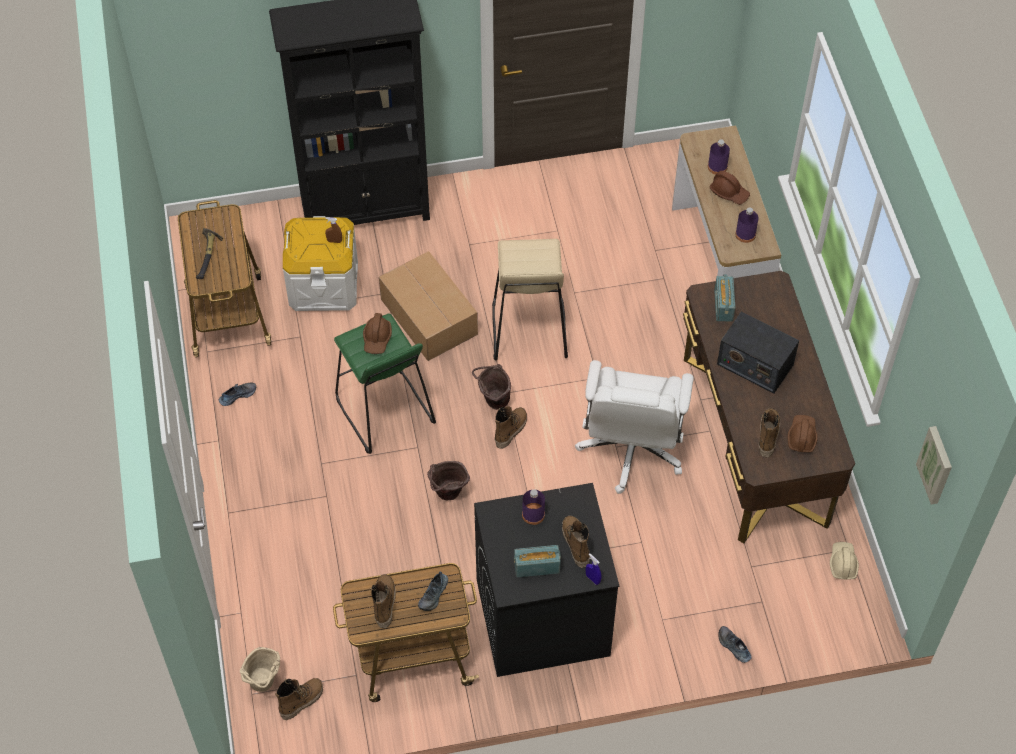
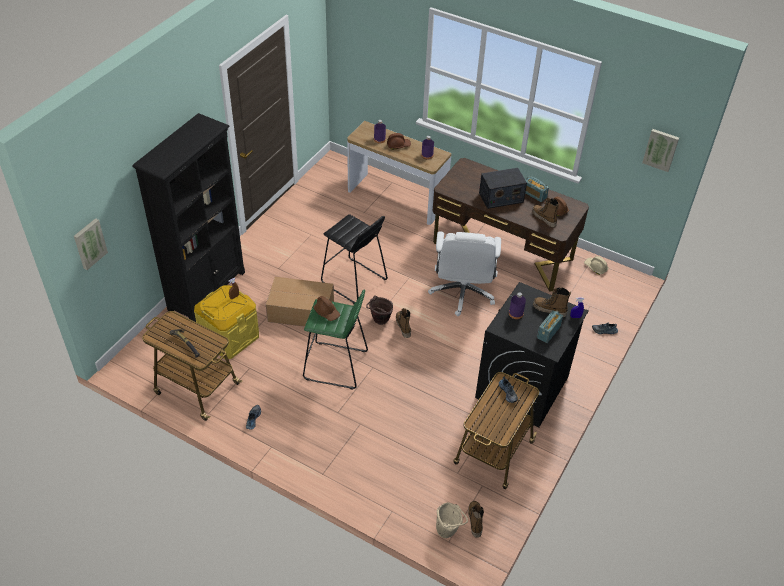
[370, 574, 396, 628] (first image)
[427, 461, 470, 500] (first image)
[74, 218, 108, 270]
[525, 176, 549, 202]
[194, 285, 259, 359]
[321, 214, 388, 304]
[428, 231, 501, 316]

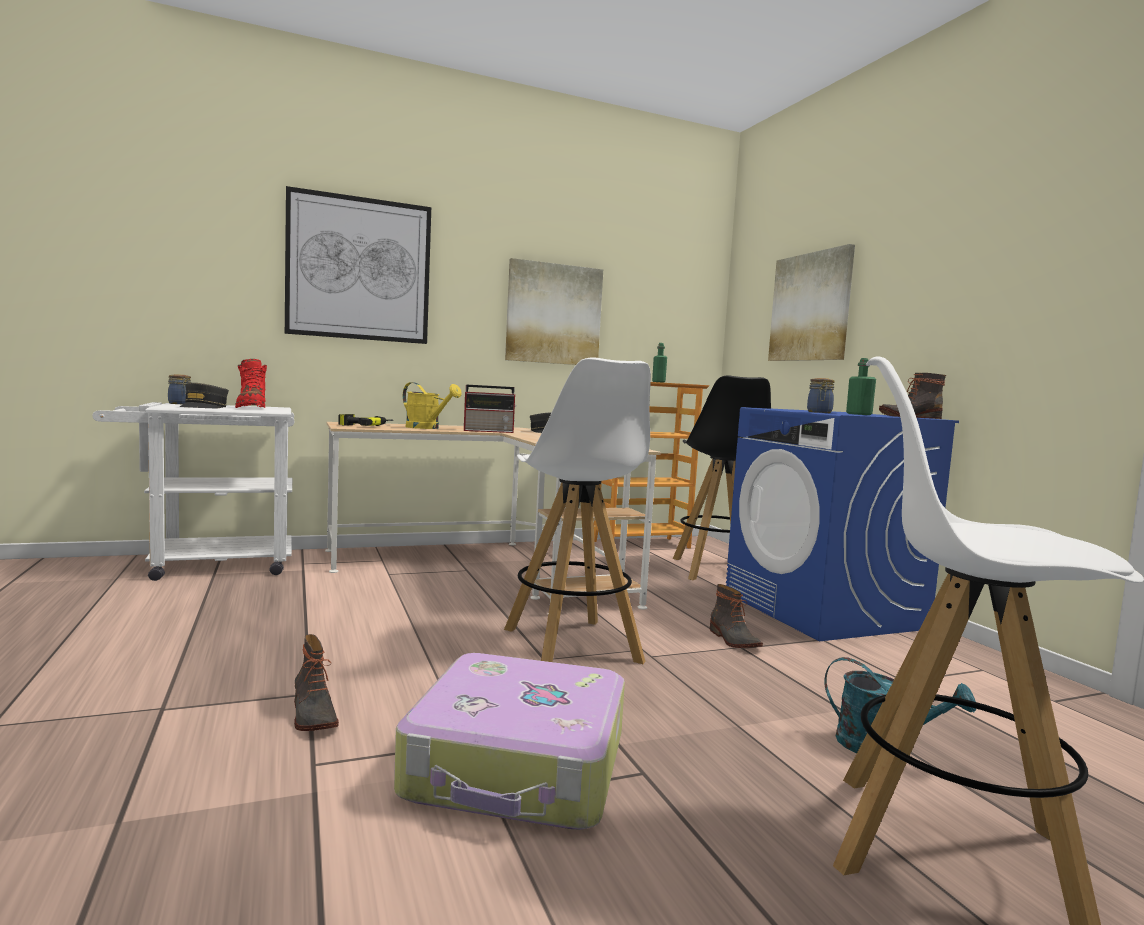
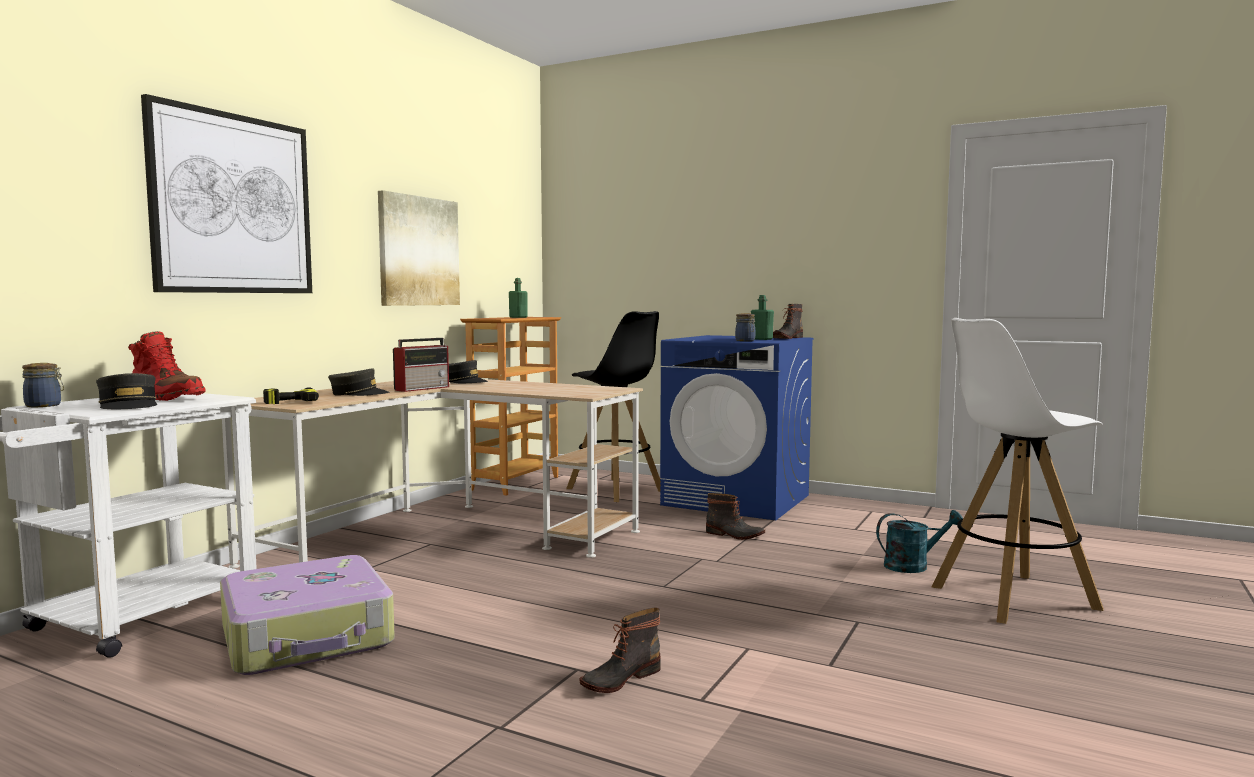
[504, 357, 651, 664] (first image)
[768, 244, 855, 361] (first image)
[220, 555, 395, 675]
[328, 368, 390, 396]
[579, 608, 661, 693]

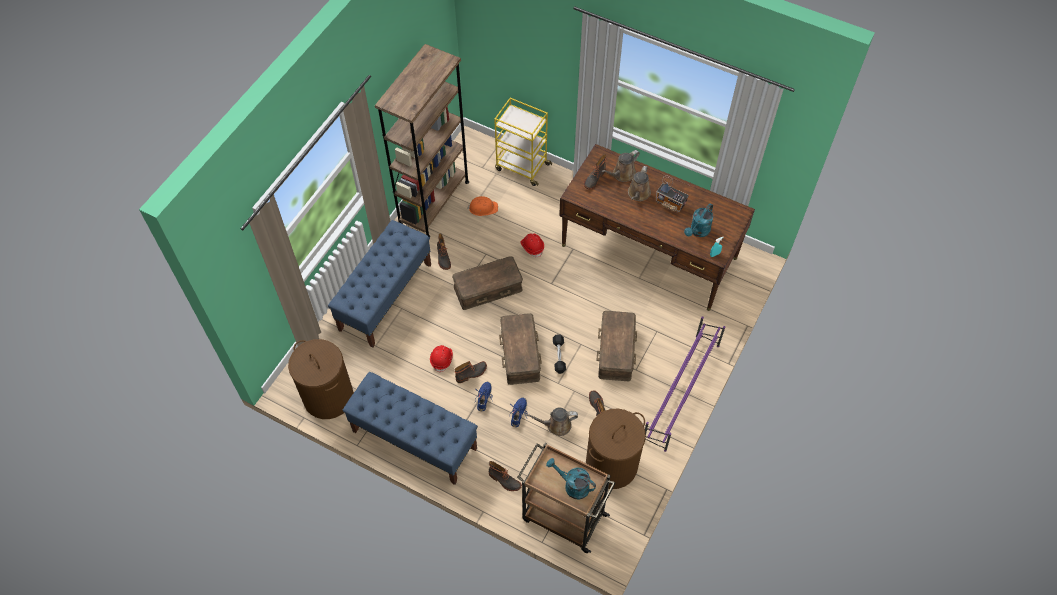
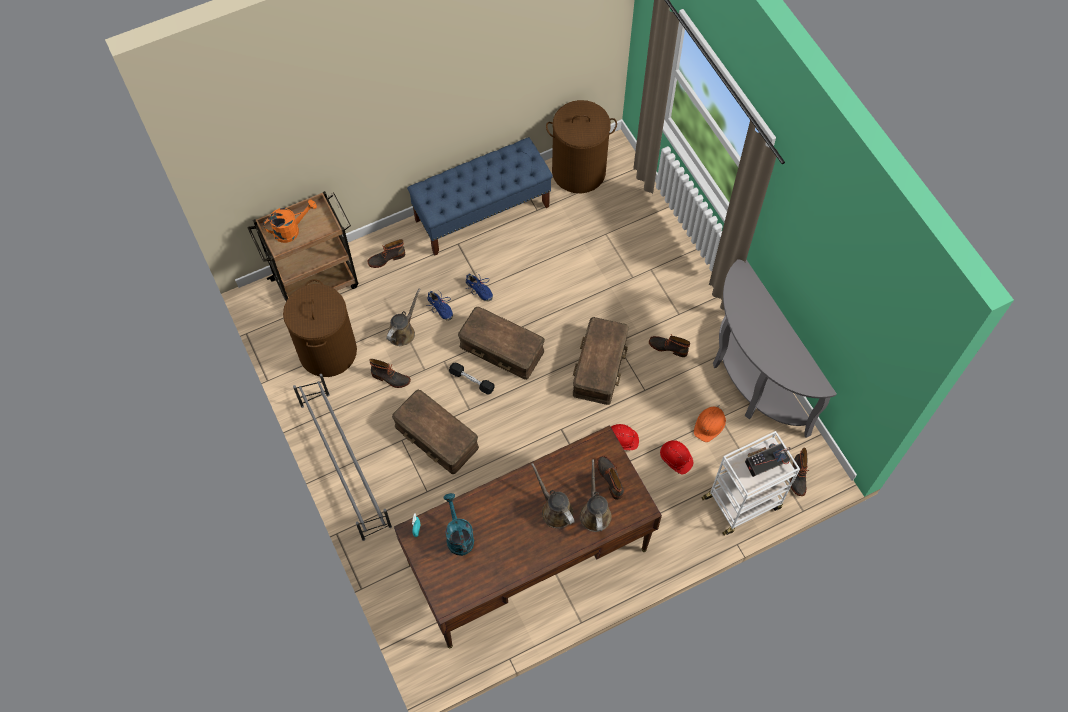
[328, 220, 431, 348] (first image)
[660, 440, 693, 474]
[790, 448, 809, 496]
[745, 443, 791, 477]
[713, 259, 837, 438]
[701, 431, 800, 536]
[263, 199, 317, 243]
[293, 374, 392, 541]

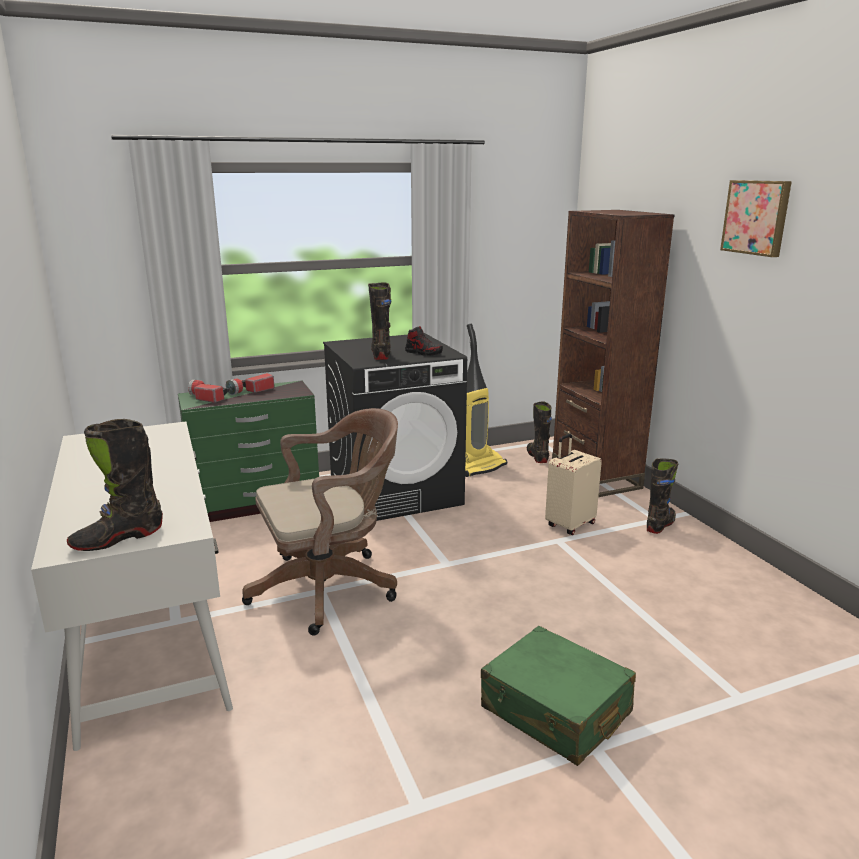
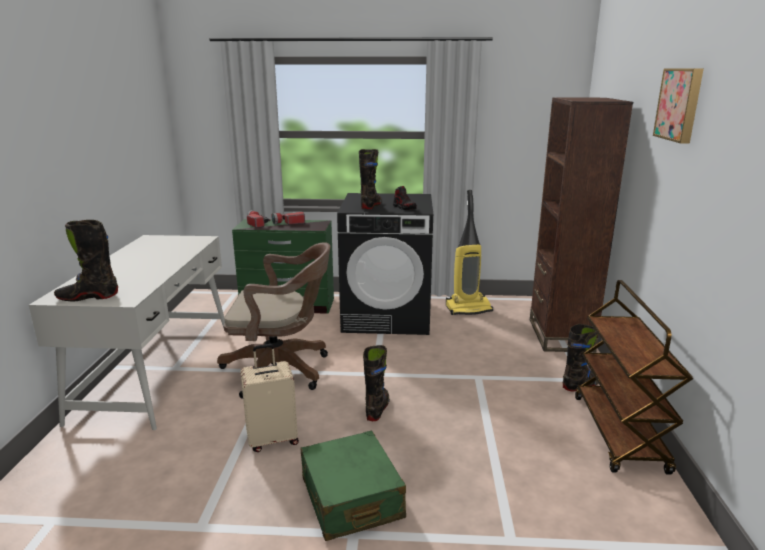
[575, 280, 693, 475]
[363, 345, 390, 421]
[240, 344, 299, 452]

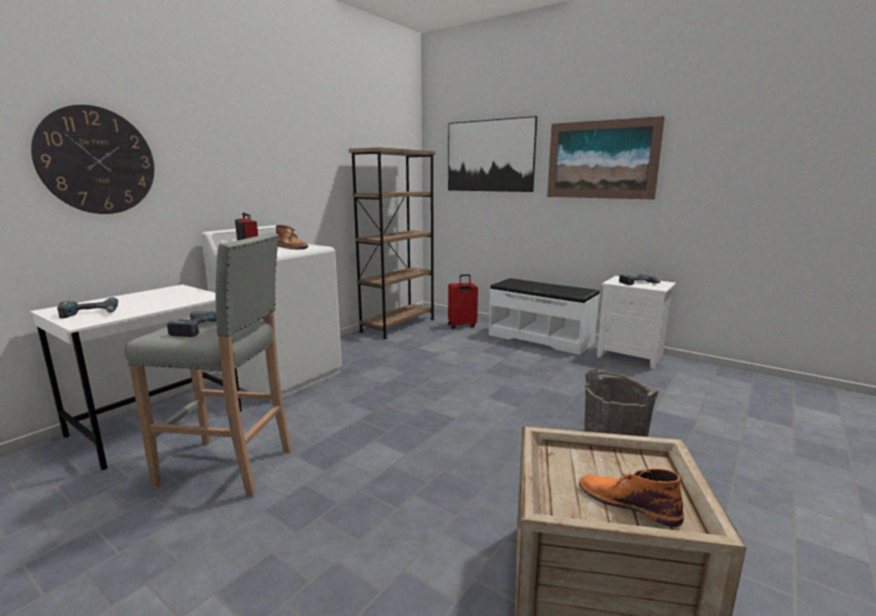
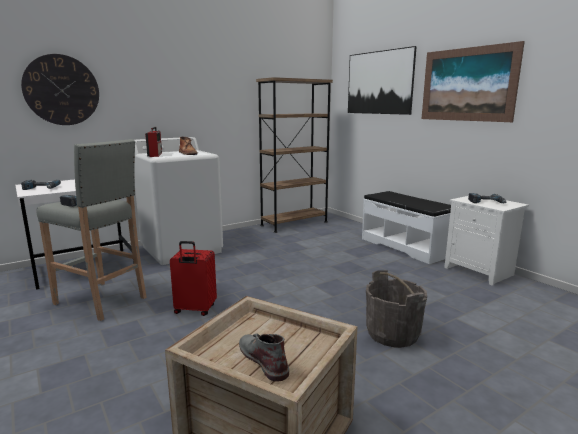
[170, 241, 217, 316]
[239, 333, 289, 382]

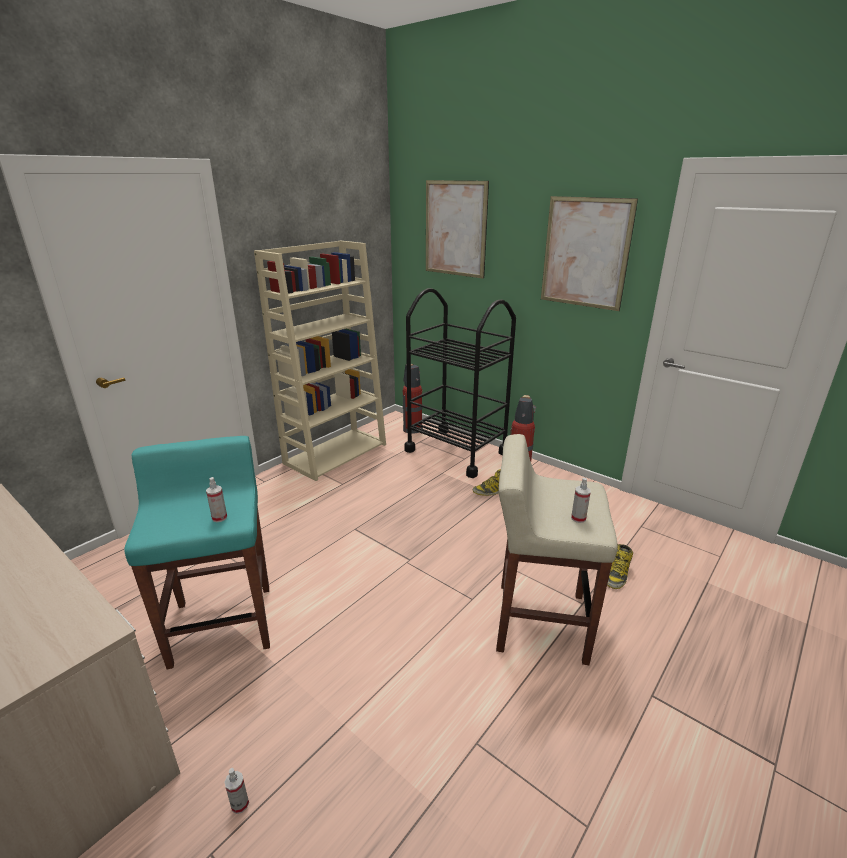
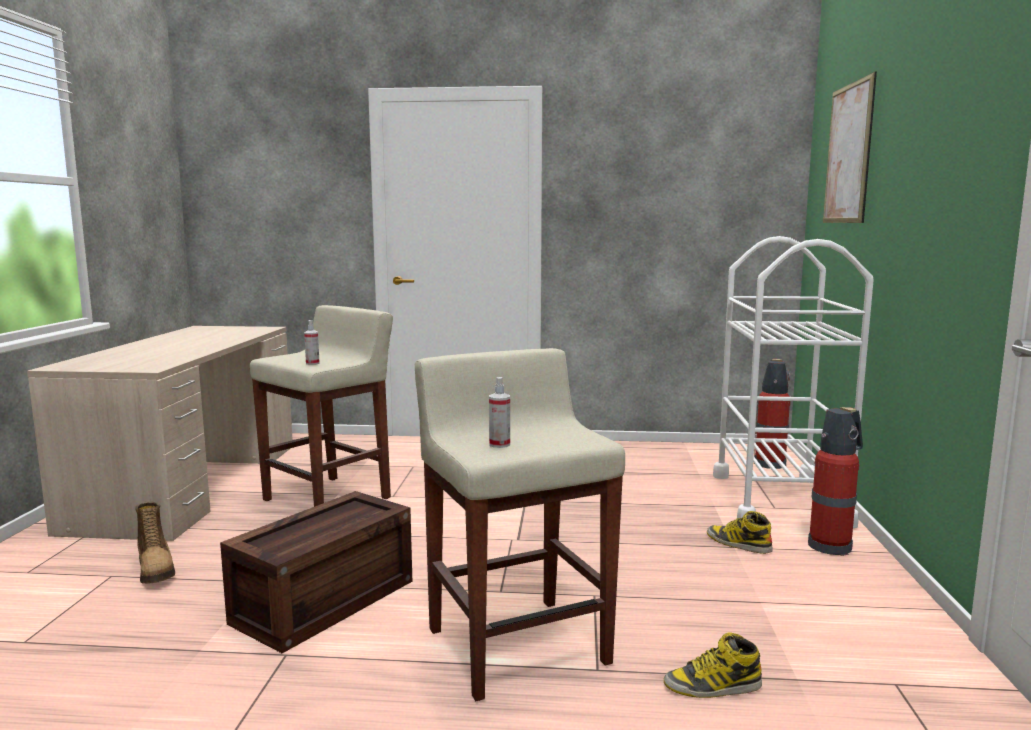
[254, 241, 386, 481] (first image)
[541, 196, 638, 311] (first image)
[220, 491, 412, 653]
[135, 501, 175, 584]
[250, 305, 393, 507]
[713, 236, 874, 528]

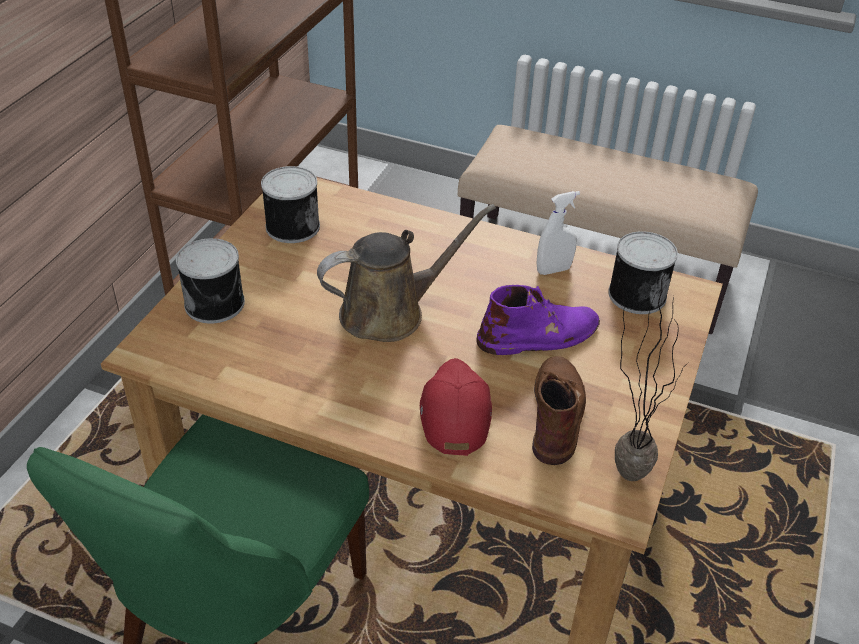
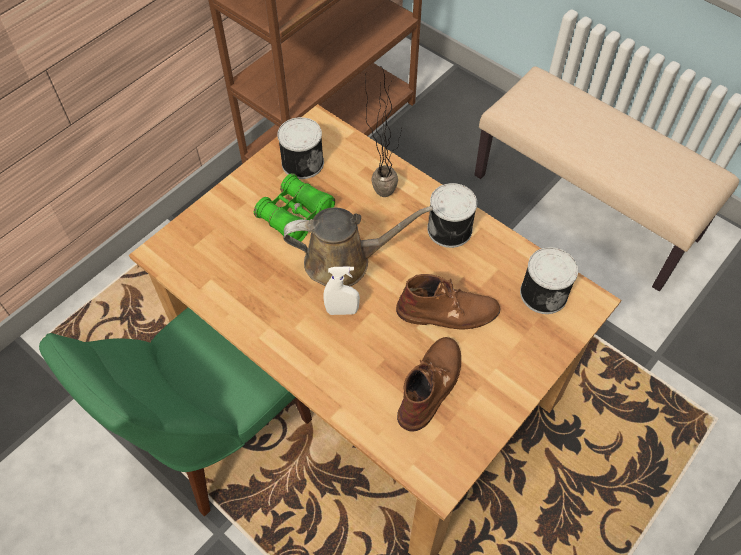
[420, 358, 492, 456] (first image)
[254, 173, 335, 242]
[427, 183, 477, 248]
[324, 266, 360, 315]
[365, 68, 402, 197]
[396, 274, 500, 329]

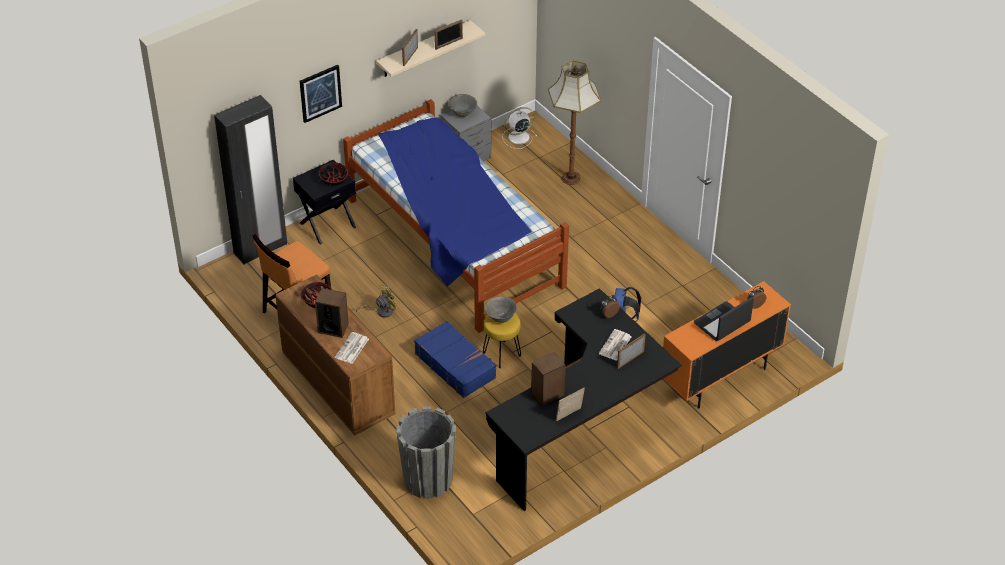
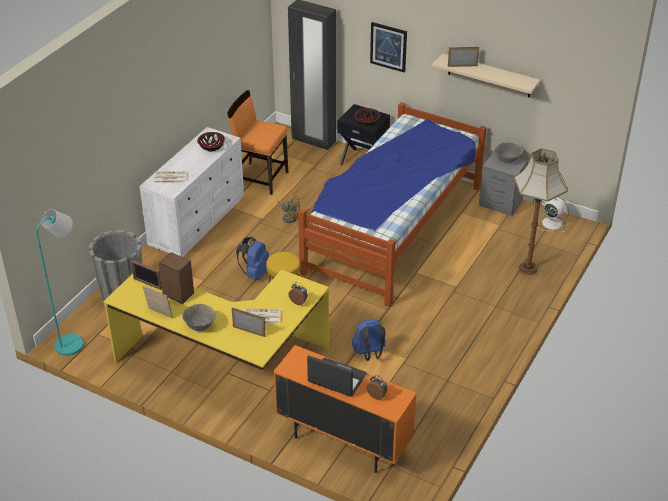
[315, 288, 349, 338] (first image)
[36, 209, 84, 356]
[131, 260, 162, 290]
[182, 304, 216, 331]
[236, 237, 269, 280]
[139, 127, 244, 257]
[103, 270, 329, 370]

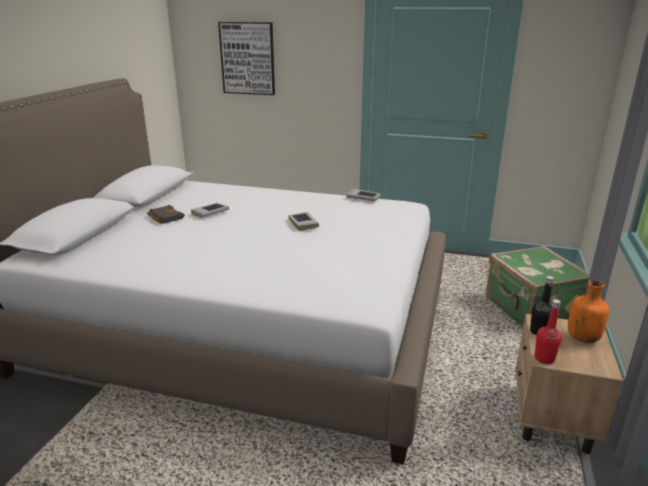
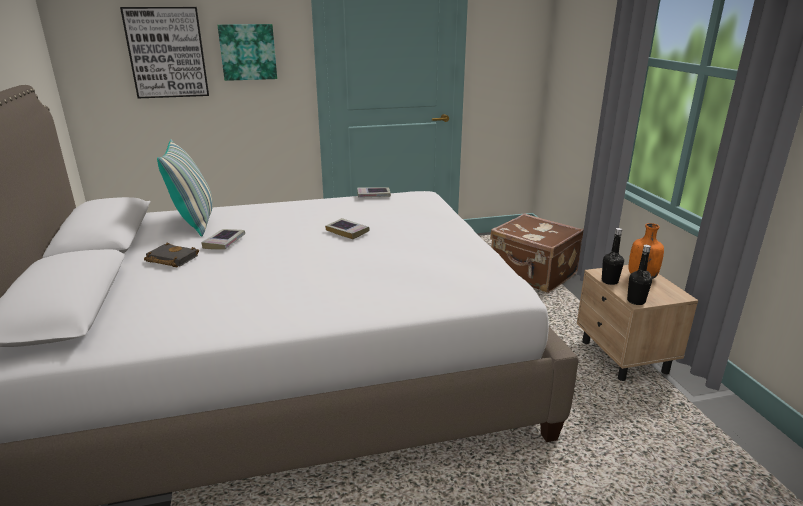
[157, 139, 213, 236]
[218, 24, 277, 81]
[490, 213, 584, 293]
[627, 245, 652, 305]

